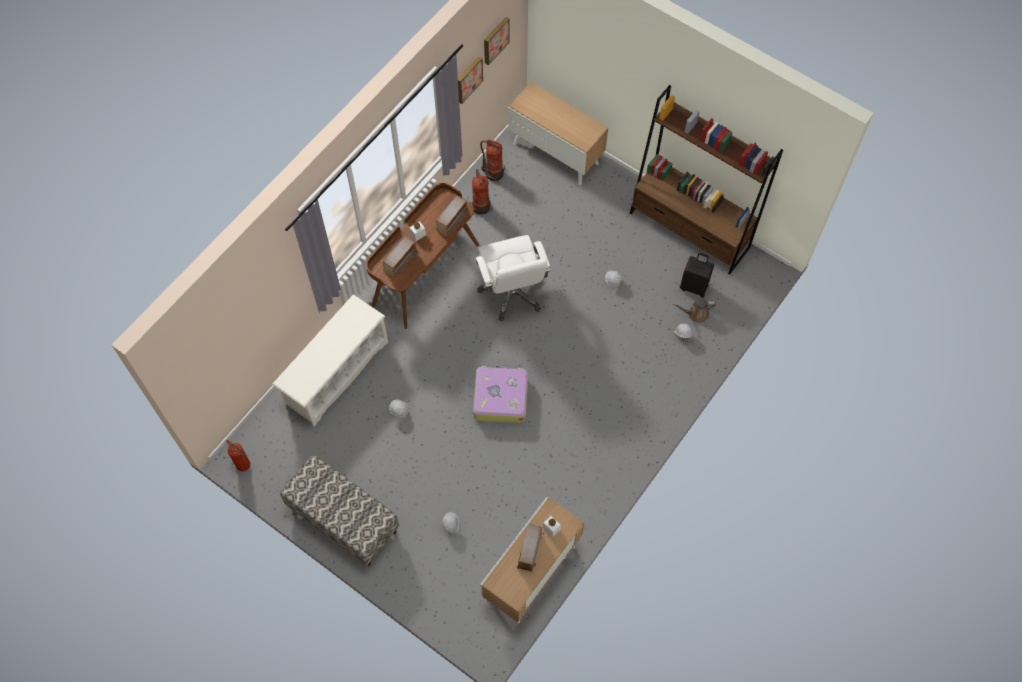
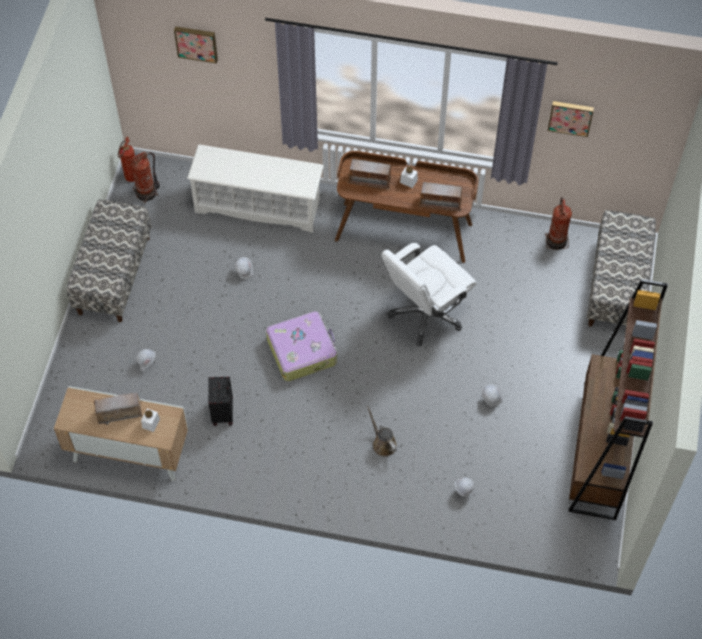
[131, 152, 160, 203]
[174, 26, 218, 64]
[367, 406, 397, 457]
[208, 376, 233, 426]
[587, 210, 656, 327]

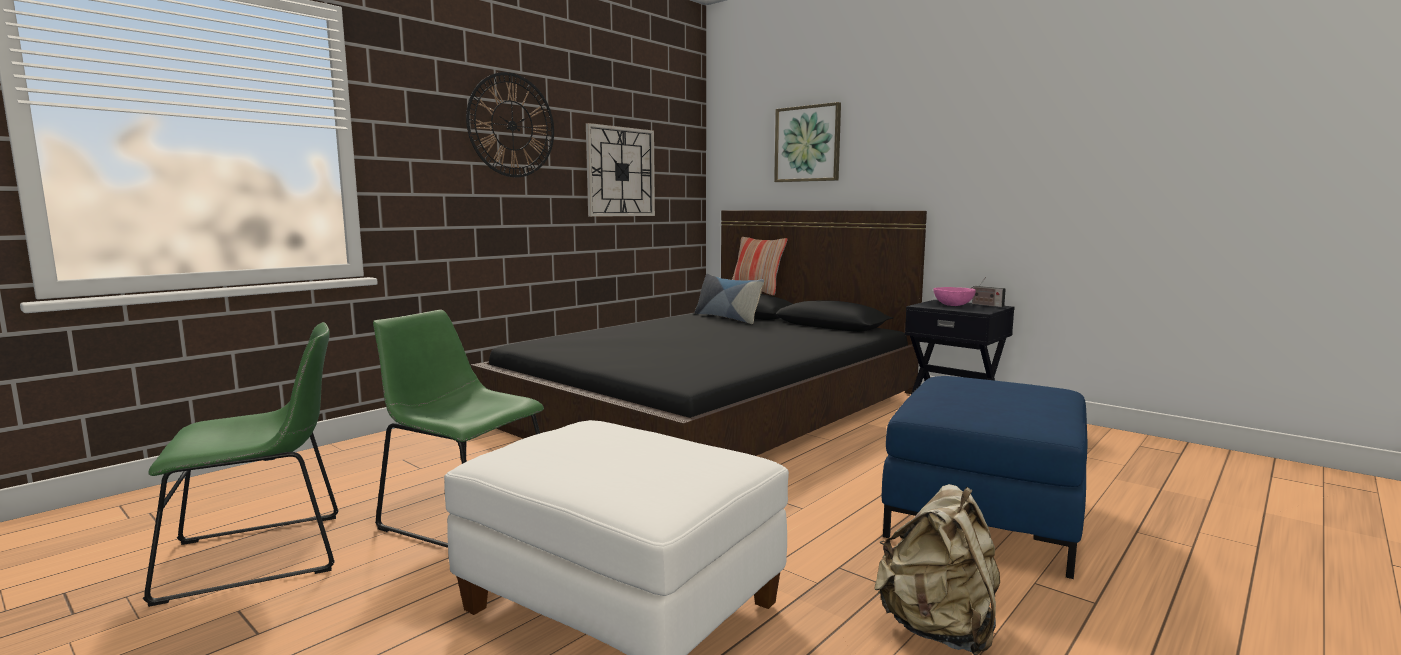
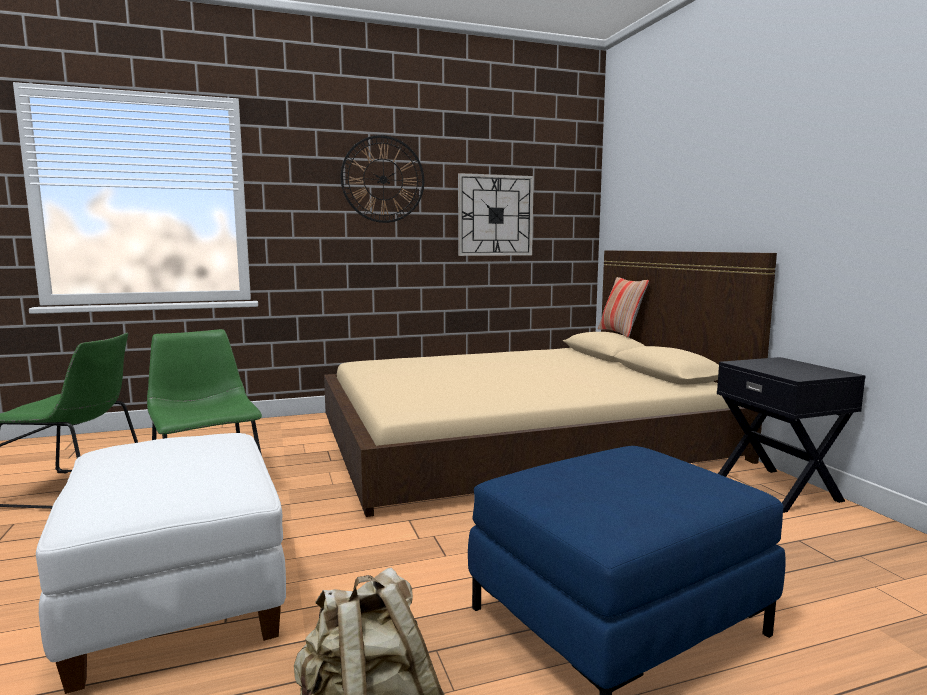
[695, 274, 764, 324] (first image)
[774, 102, 841, 182] (first image)
[933, 287, 976, 306] (first image)
[971, 277, 1006, 307] (first image)
[324, 250, 777, 517]

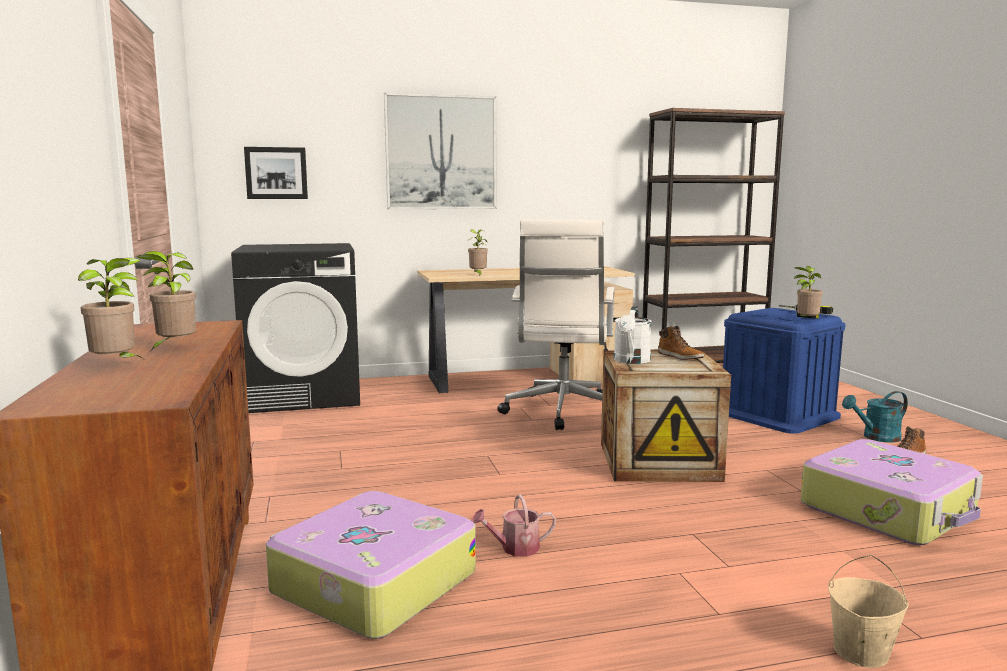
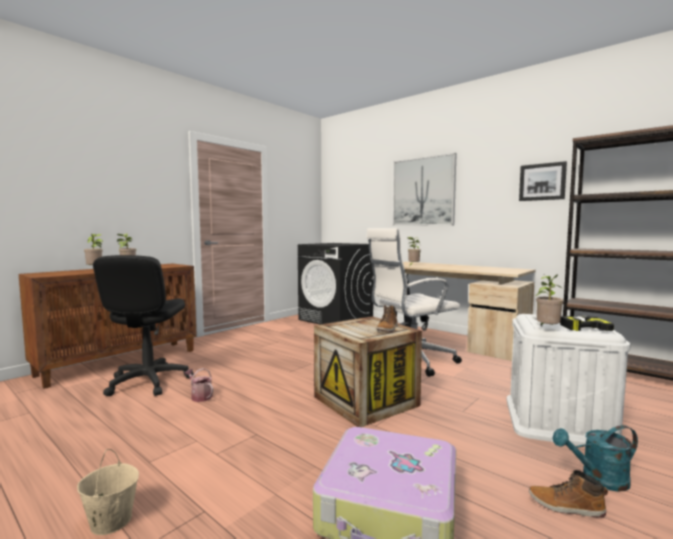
[614, 306, 651, 364] (first image)
[519, 161, 567, 201]
[93, 255, 194, 396]
[507, 314, 631, 447]
[552, 425, 638, 492]

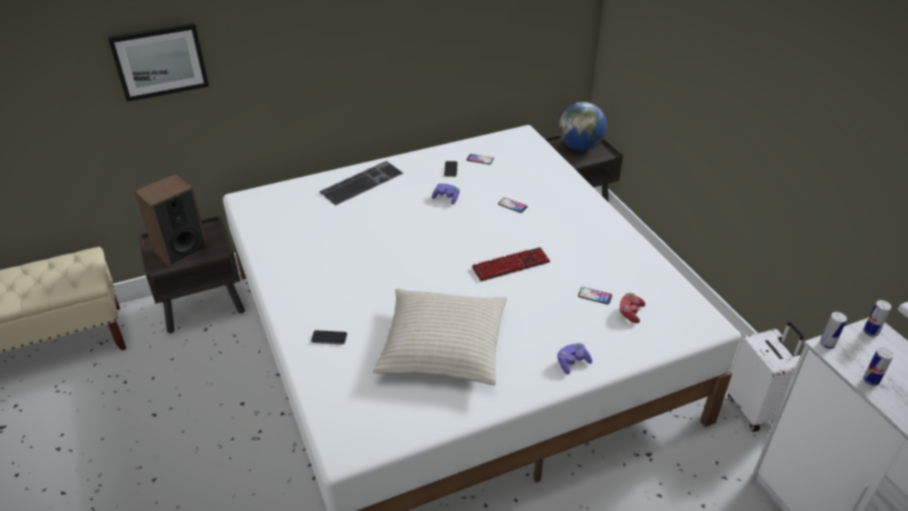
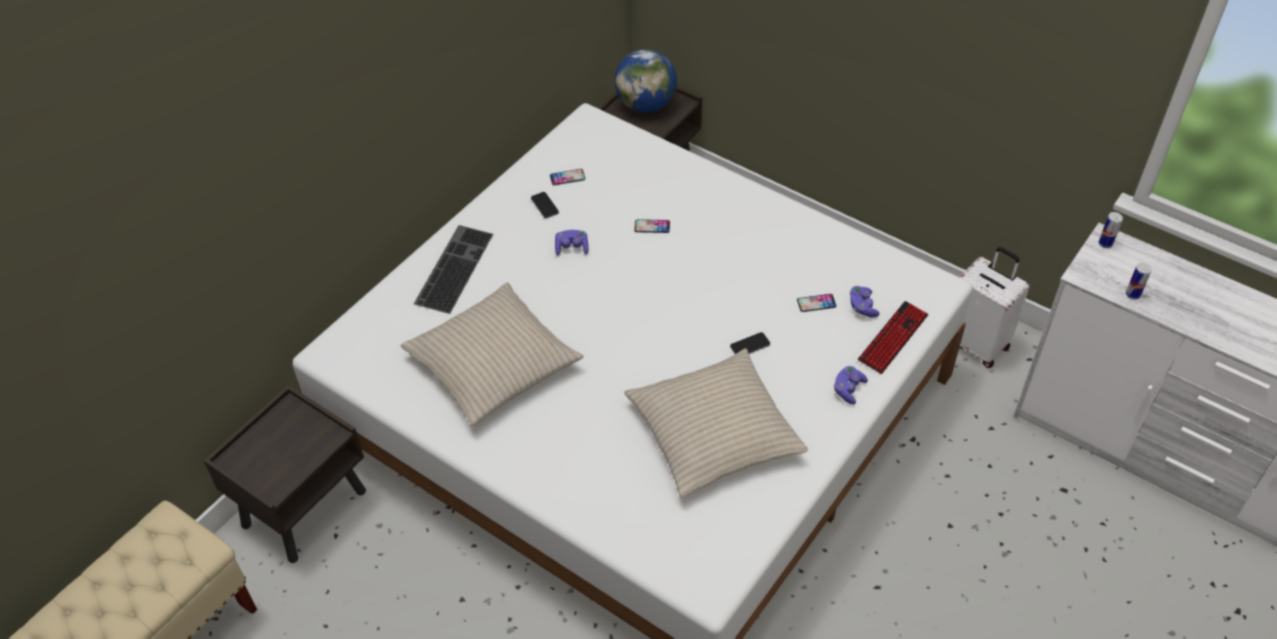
[108, 23, 209, 102] (first image)
[134, 173, 209, 268] (first image)
[820, 312, 847, 349] (first image)
[401, 283, 583, 426]
[730, 332, 770, 354]
[858, 301, 928, 374]
[850, 286, 880, 317]

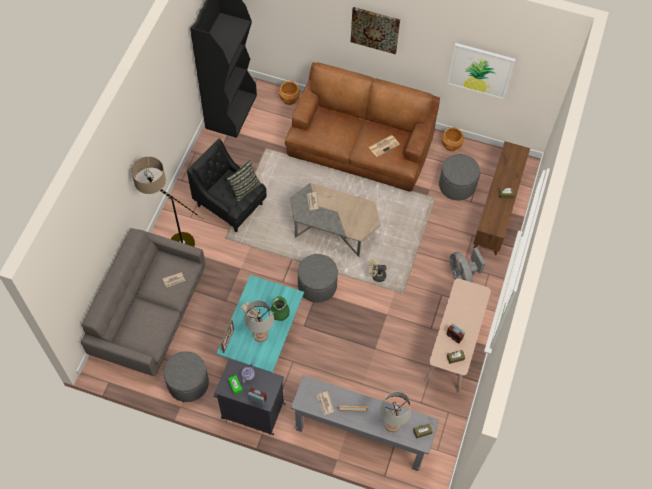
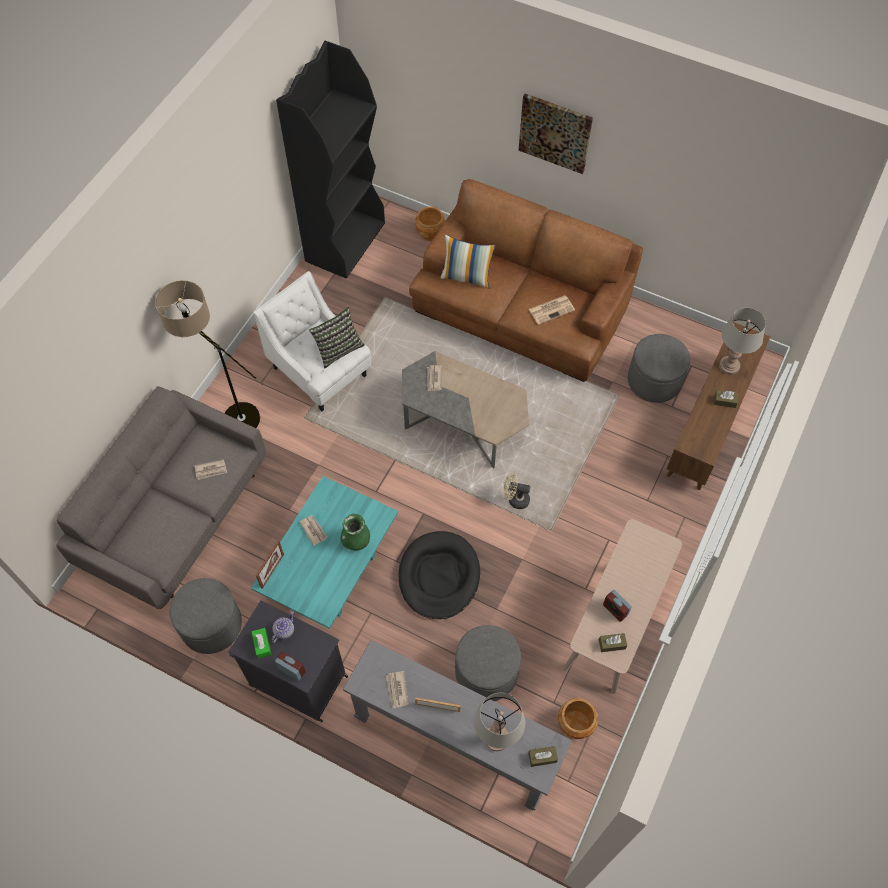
[447, 43, 516, 100] (first image)
[450, 247, 486, 283] (first image)
[398, 531, 480, 619]
[441, 235, 496, 289]
[719, 308, 766, 375]
[455, 625, 521, 701]
[558, 698, 598, 739]
[253, 271, 371, 412]

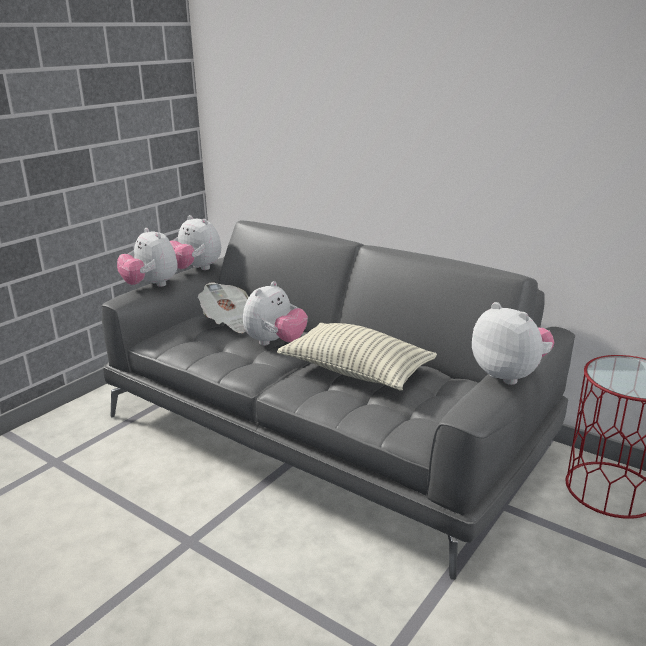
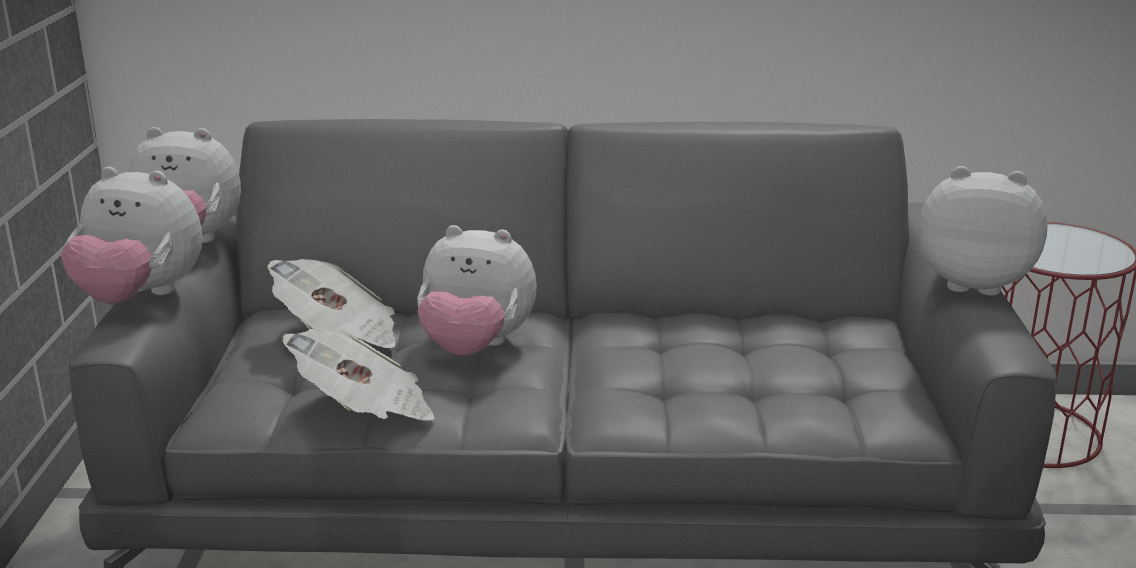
[277, 323, 437, 390] (first image)
[283, 328, 435, 421]
[417, 225, 537, 356]

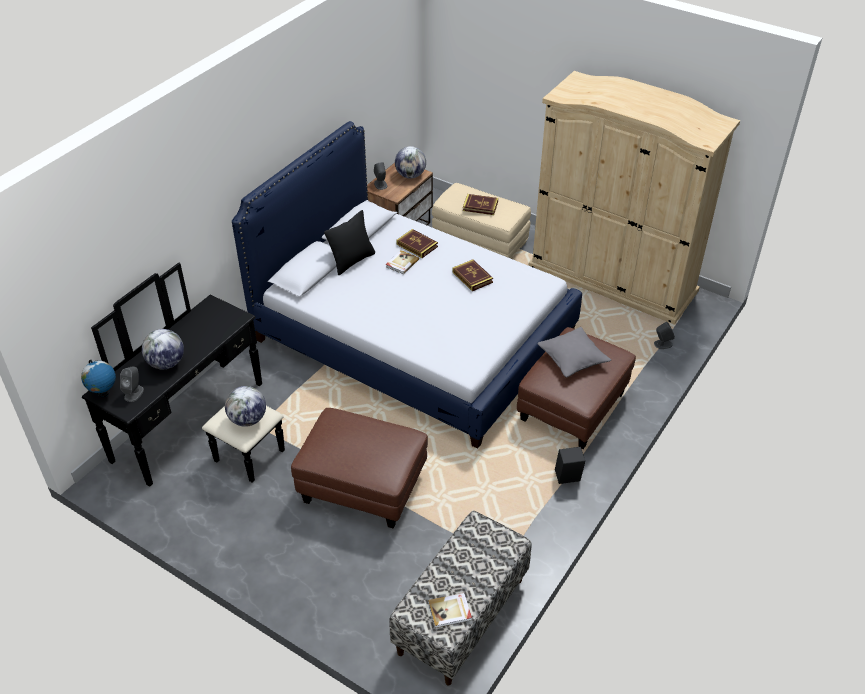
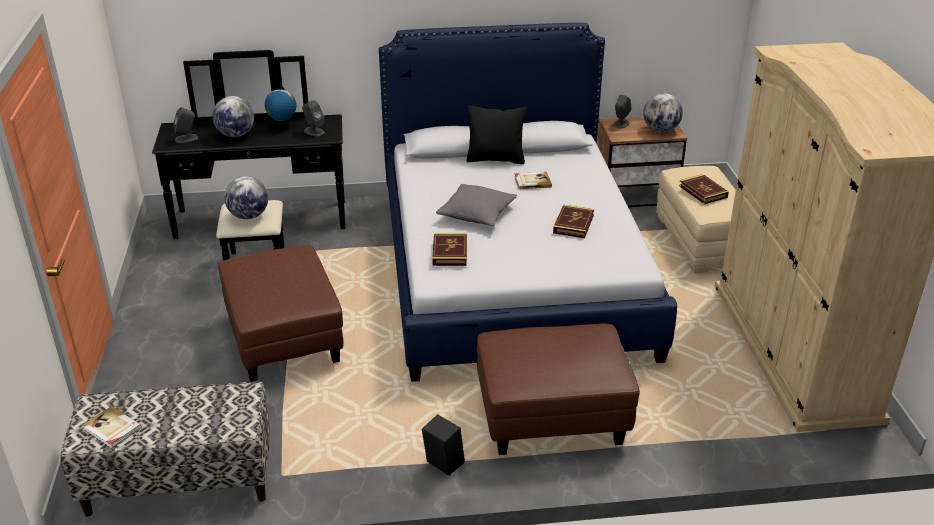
[265, 86, 296, 128]
[432, 233, 467, 266]
[436, 184, 517, 226]
[302, 100, 325, 136]

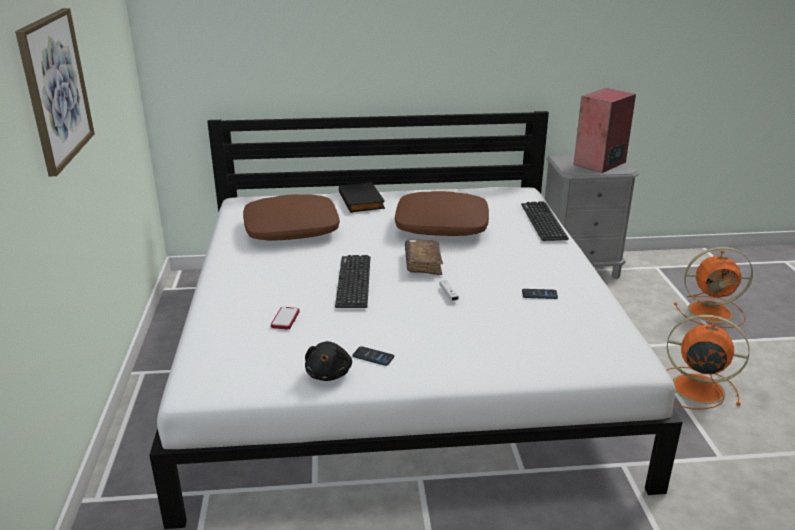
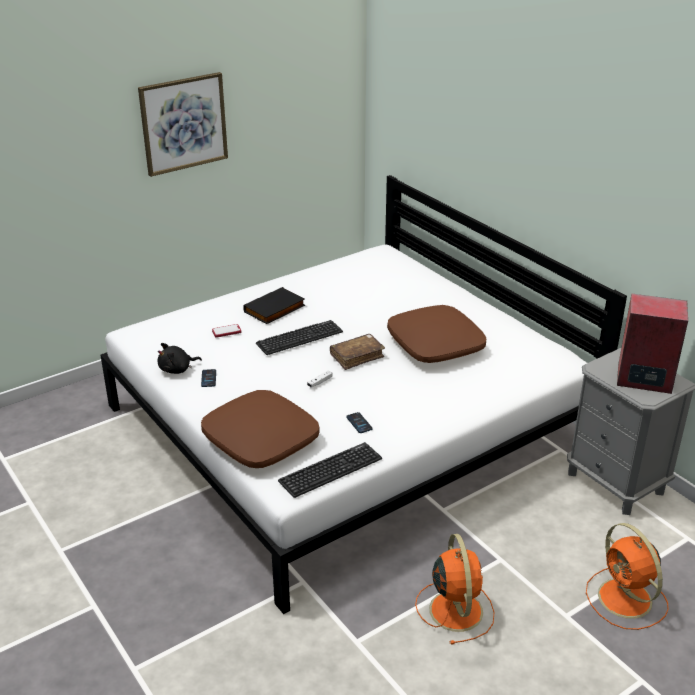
[201, 390, 319, 468]
[243, 287, 305, 324]
[278, 442, 382, 498]

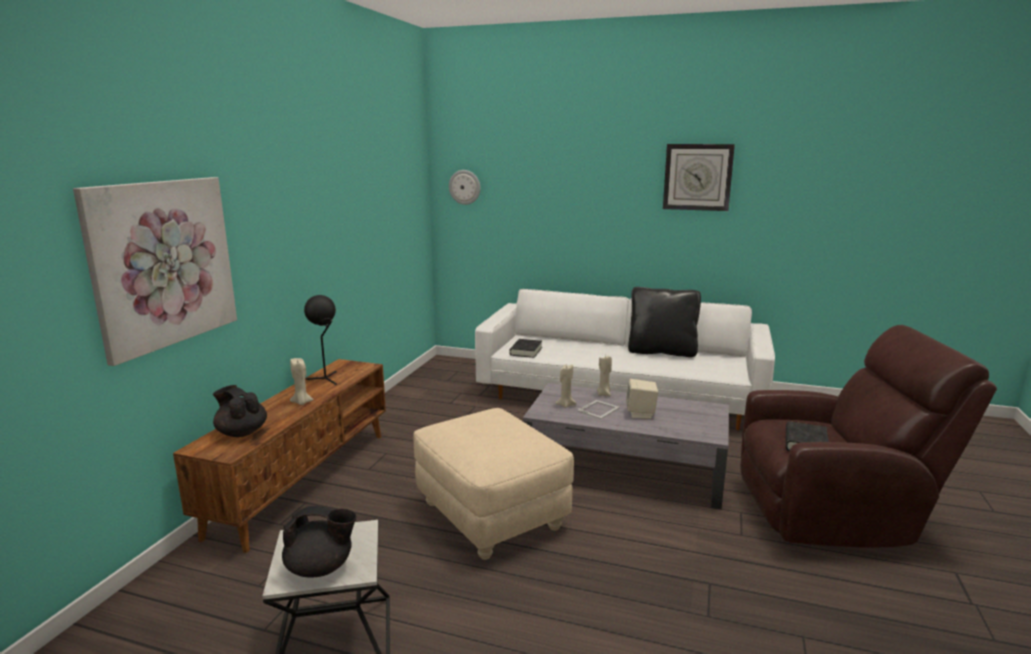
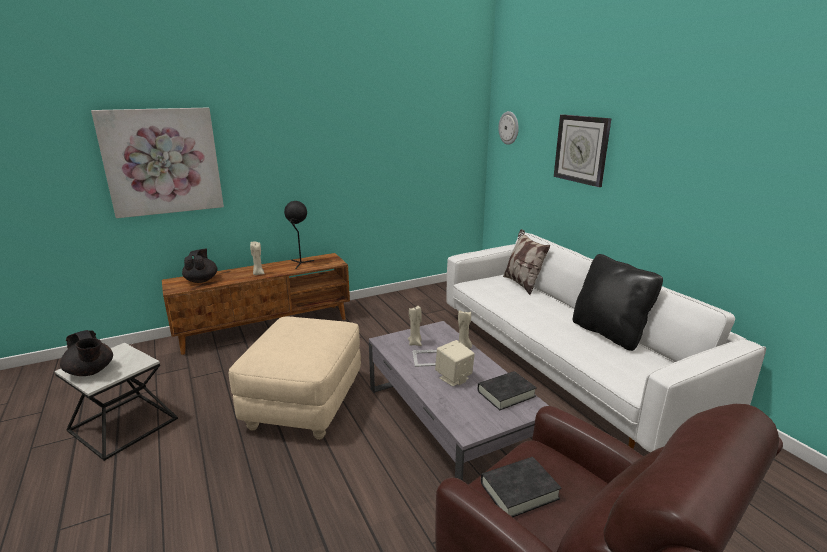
[503, 229, 550, 295]
[478, 371, 537, 410]
[554, 114, 611, 187]

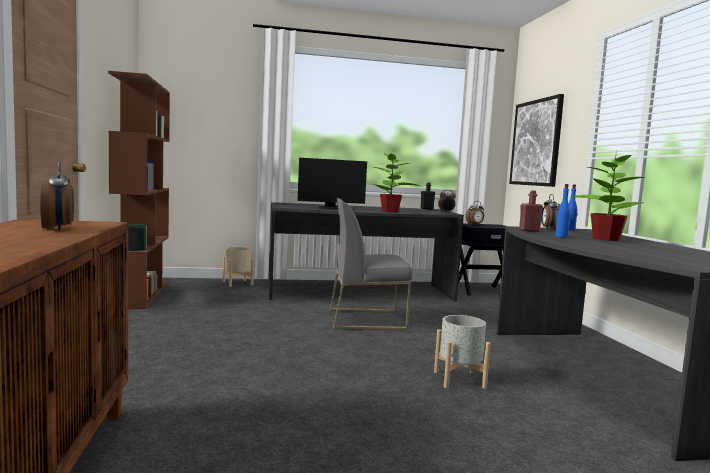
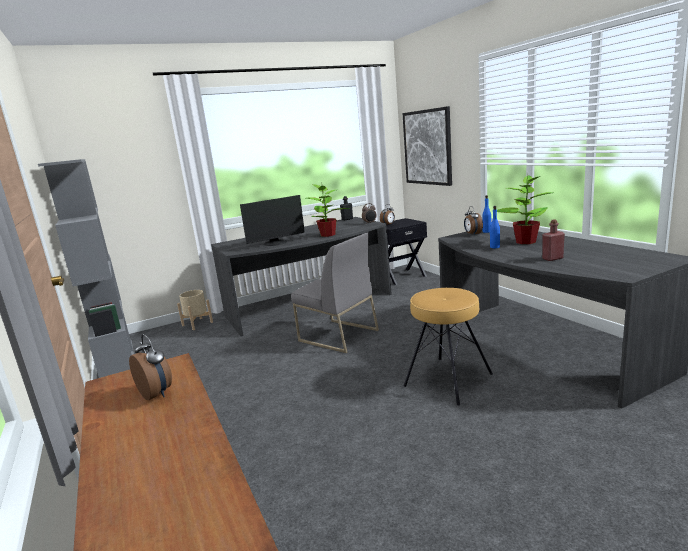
[542, 219, 565, 261]
[403, 288, 493, 405]
[38, 159, 134, 378]
[291, 233, 379, 353]

